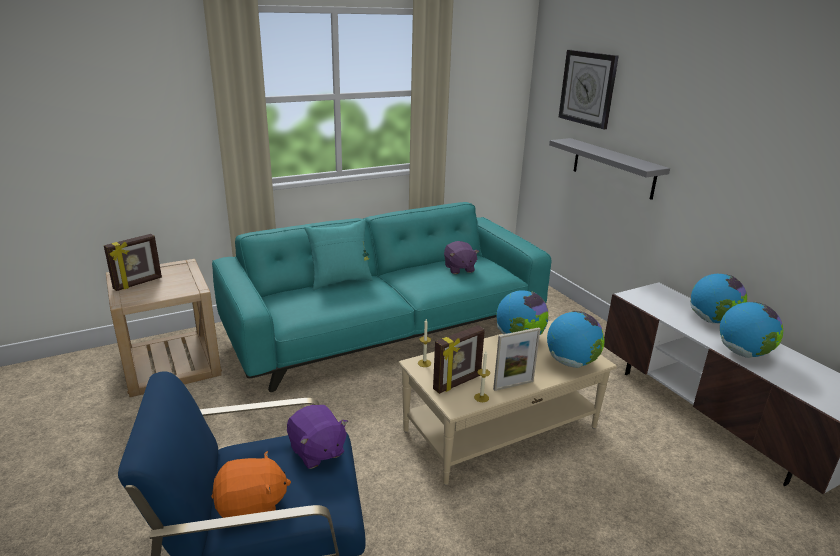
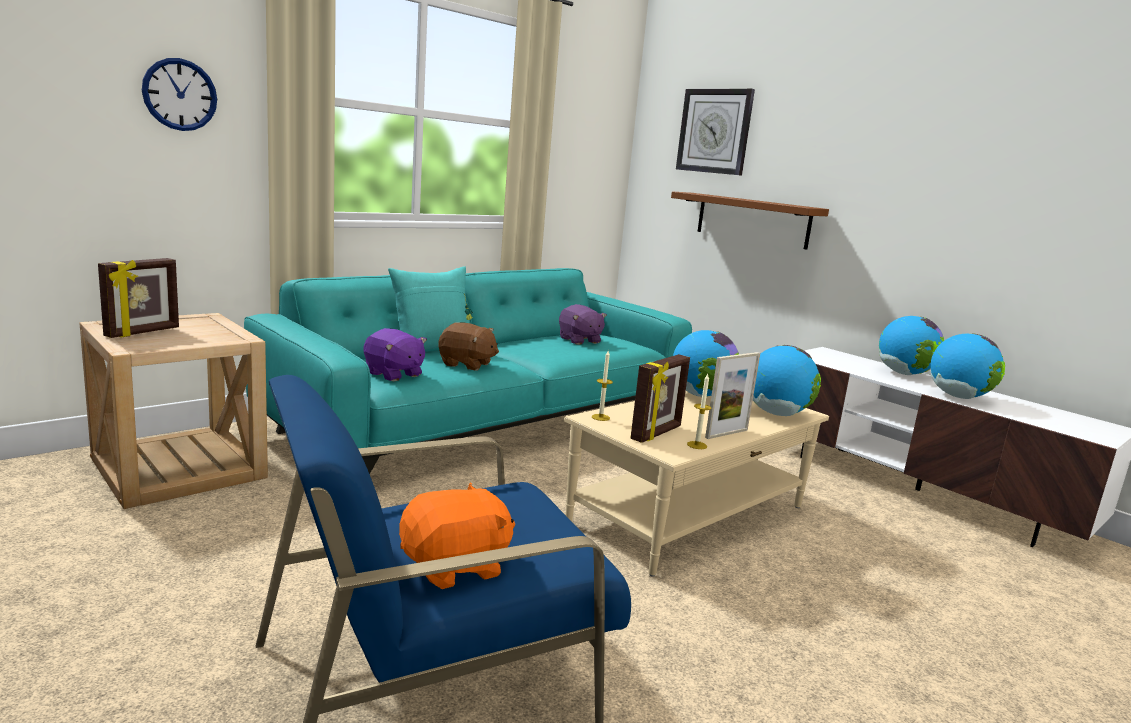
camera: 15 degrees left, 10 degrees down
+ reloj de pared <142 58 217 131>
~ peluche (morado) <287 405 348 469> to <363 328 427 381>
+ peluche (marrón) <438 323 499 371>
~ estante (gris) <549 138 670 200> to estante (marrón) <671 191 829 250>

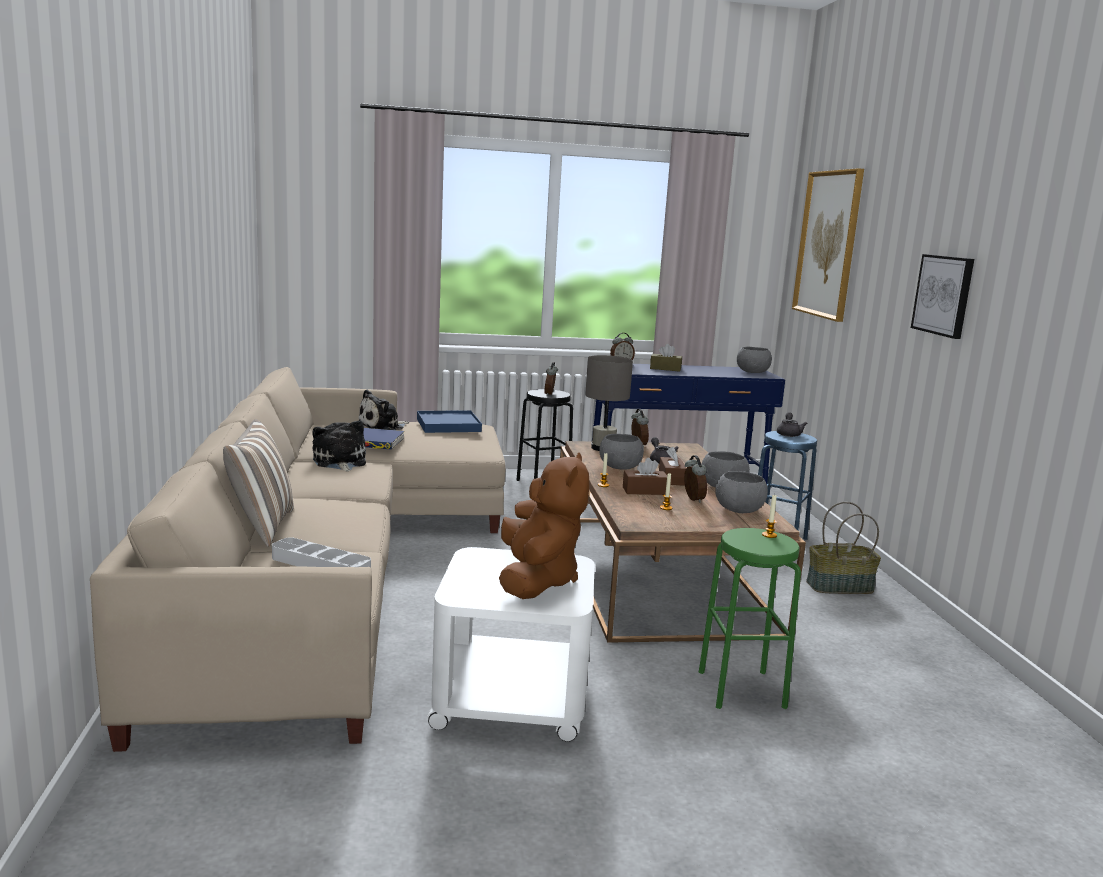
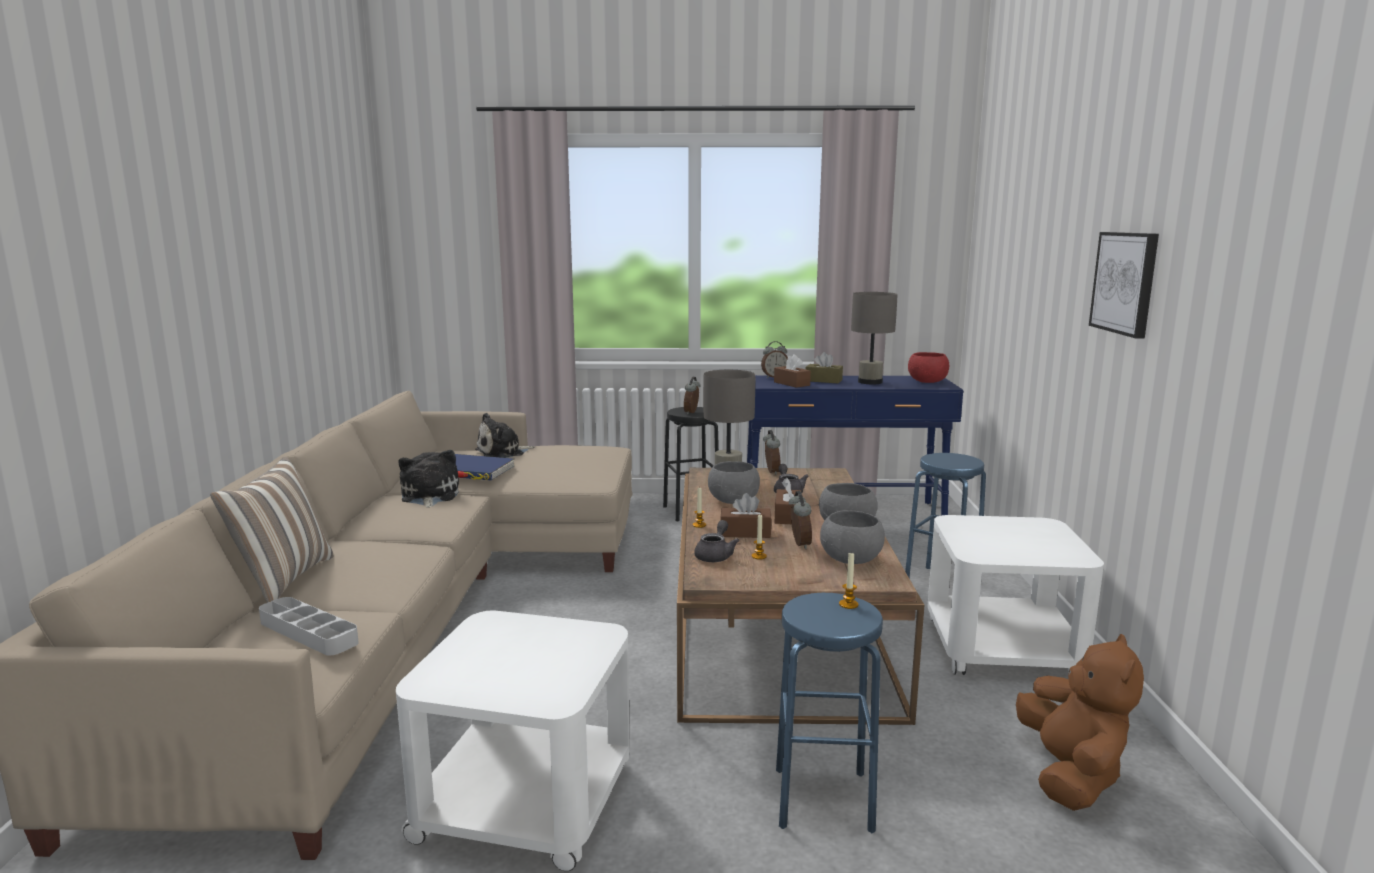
camera: 10 degrees right, 0 degrees up
~ tetera (gris) <777 412 807 437> to <694 520 739 562>
+ caja de pañuelos (marrón) <774 354 811 388>
~ taburete (verde) <699 528 801 709> to taburete (azul) <776 593 883 833>
+ lámpara de mesa (gris) <851 292 897 384>
~ cuenco (gris) <737 347 772 373> to cuenco (rojo) <908 352 949 383>
~ cesta <806 502 881 594> to mesa auxiliar (blanco) <927 515 1104 675>
~ peluche (marrón) <499 452 589 599> to <1016 634 1144 811>
- bandeja (azul) <417 410 482 433>
- cuadro <792 168 864 322>

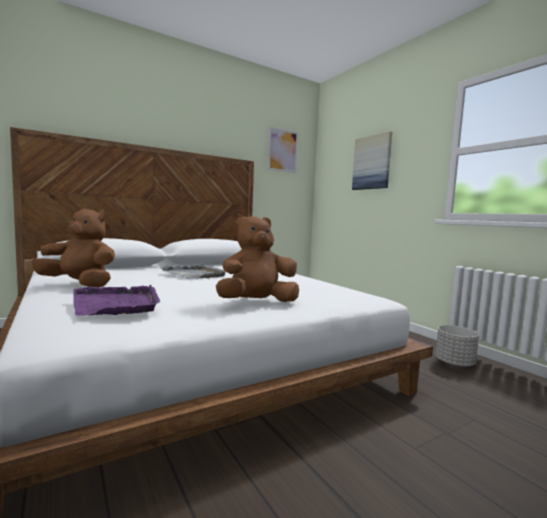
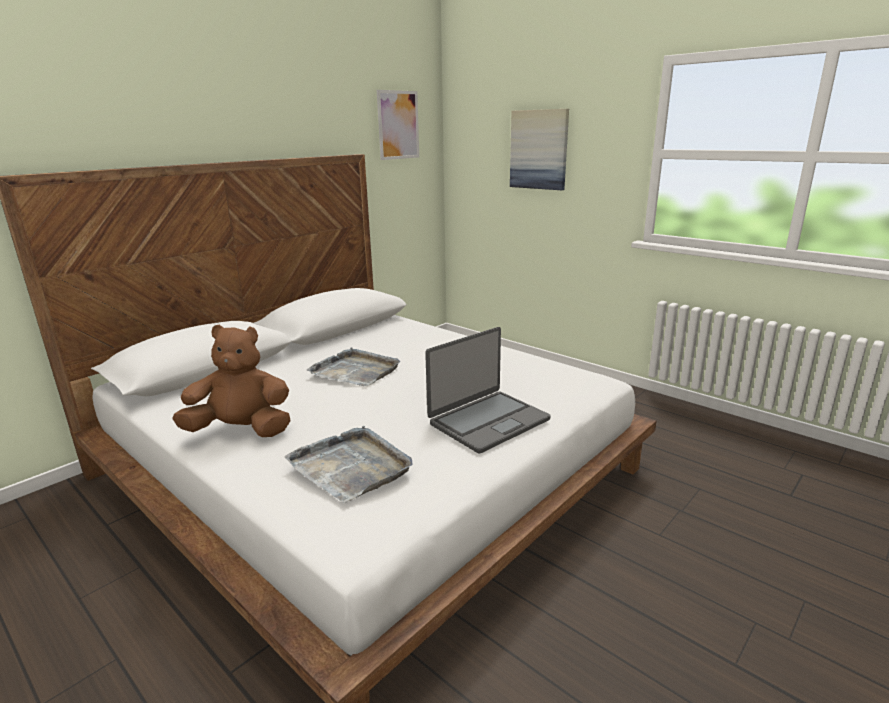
camera: 15 degrees left, 15 degrees up
~ bandeja (morado) <73 285 160 316> to bandeja (gris) <285 426 413 503>
~ peluche (marrón) <216 214 299 302> to portátil <425 327 550 454>
- maceta (gris) <435 325 479 367>

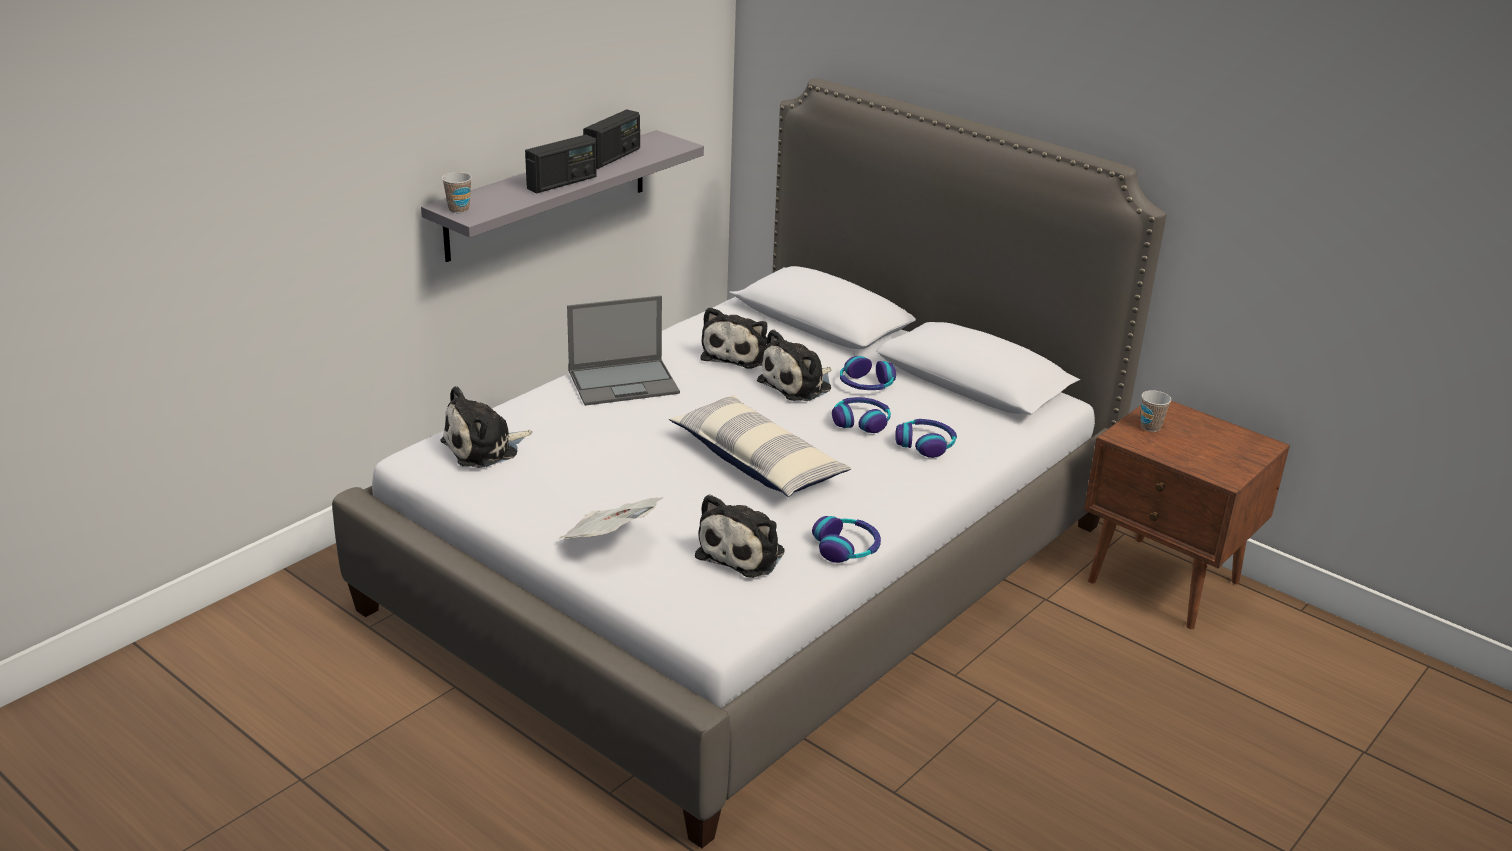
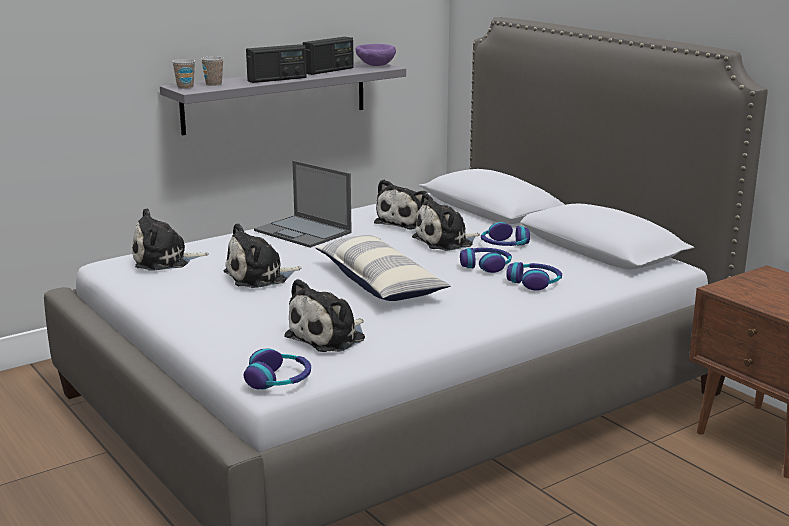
camera: 15 degrees right, 10 degrees down
~ taza <1141 390 1171 432> to <201 56 224 86>
+ peluche <224 223 302 288>
~ auriculares <812 516 881 563> to <244 349 311 389>
~ portátil <567 296 680 406> = <254 160 352 248> 45 degrees clockwise
+ cuenco (morado) <356 44 396 66>
- periódico <560 497 664 539>

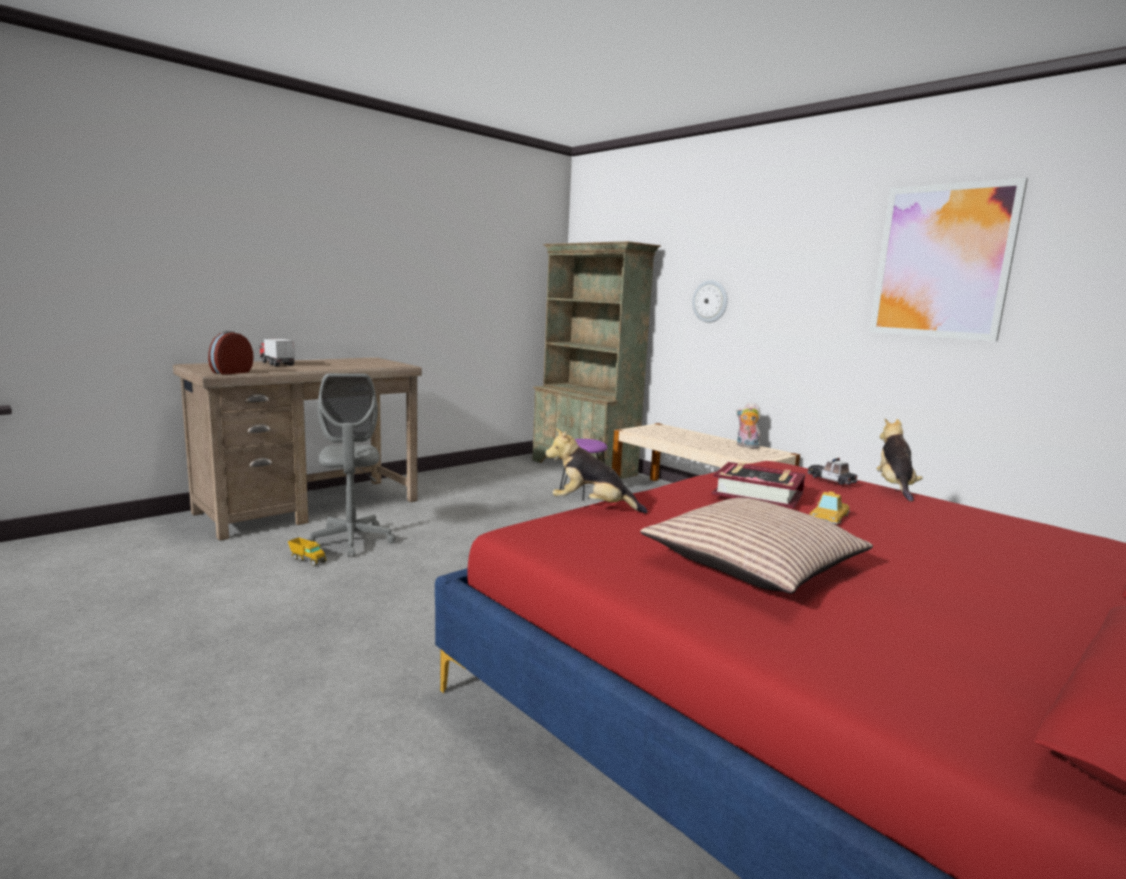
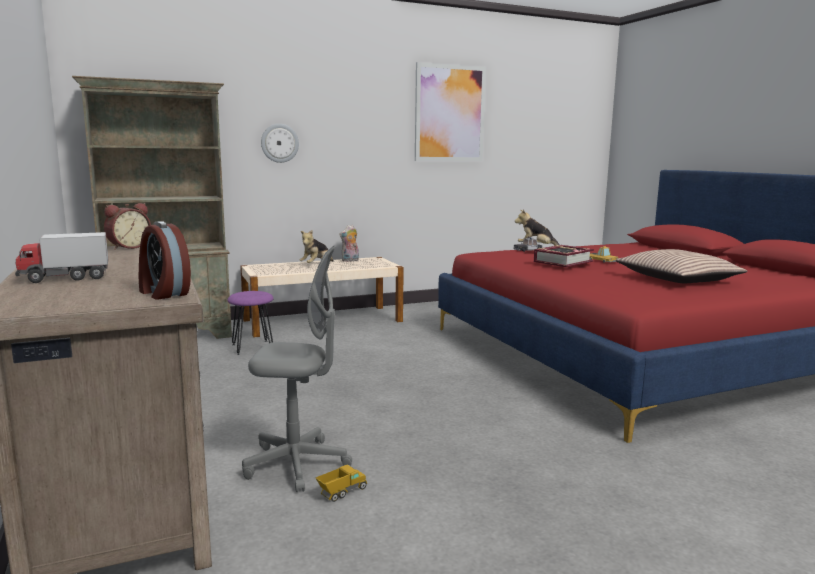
camera: 70 degrees left, 0 degrees up
+ despertador <104 203 151 250>
~ peluche <545 428 647 514> to <299 230 334 263>

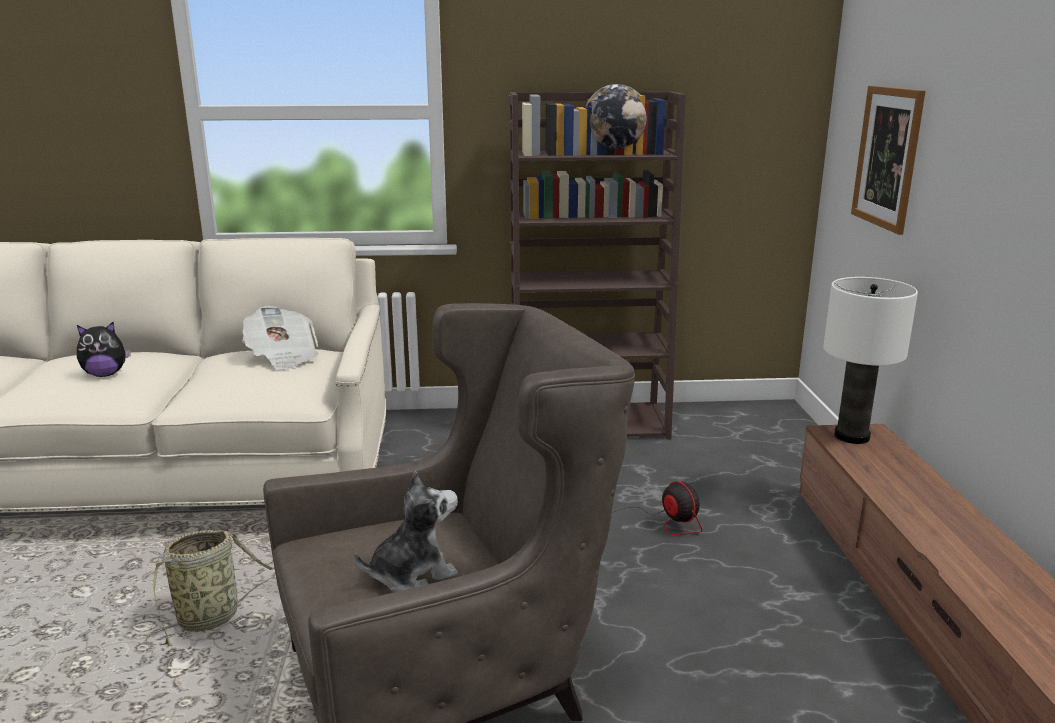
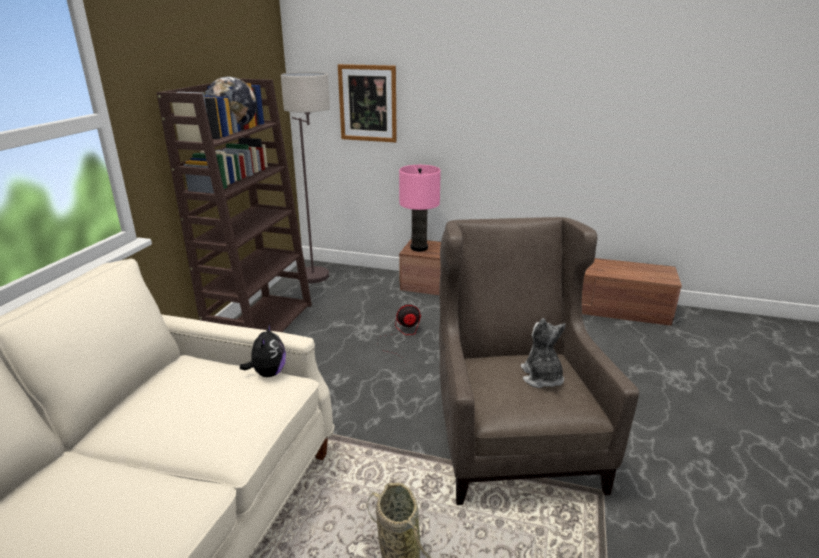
camera: 70 degrees left, 5 degrees up
~ peluche <77 322 131 377> to <240 324 286 377>
+ lámpara de pie (gris) <281 72 330 283>
~ lámpara de mesa (blanco) <823 277 918 444> to lámpara de mesa (rosa) <399 165 441 251>
- periódico <242 306 319 370>

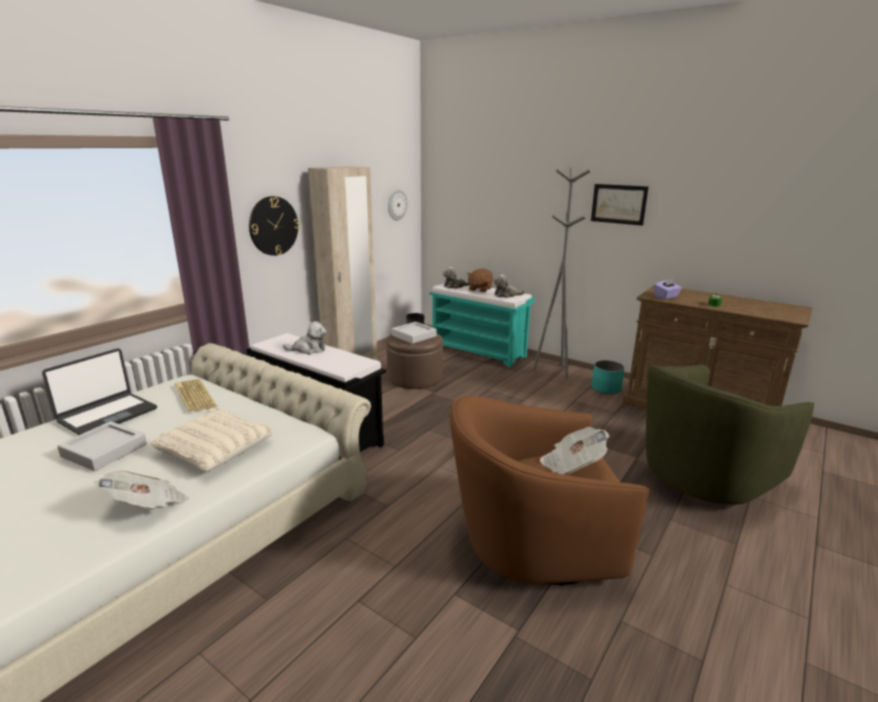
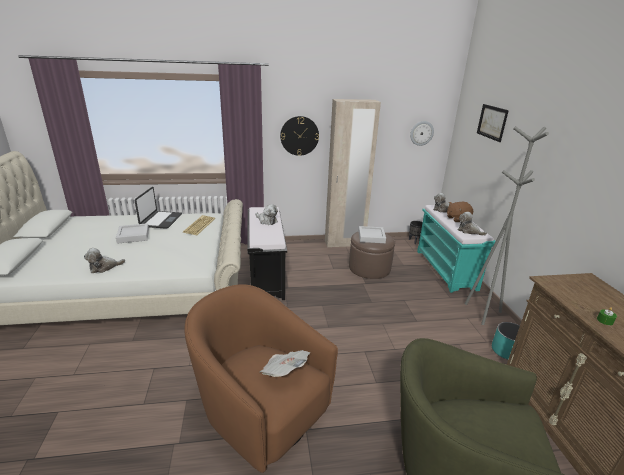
camera: 45 degrees right, 5 degrees up
~ periódico <94 470 189 509> to peluche <84 248 125 273>
~ portátil <42 348 157 435> = <135 187 182 229> 75 degrees counterclockwise
~ cuadro <591 184 649 226> to <477 104 509 142>
- cojín (beis) <150 408 273 472>
- caja de pañuelos (morado) <654 278 682 300>

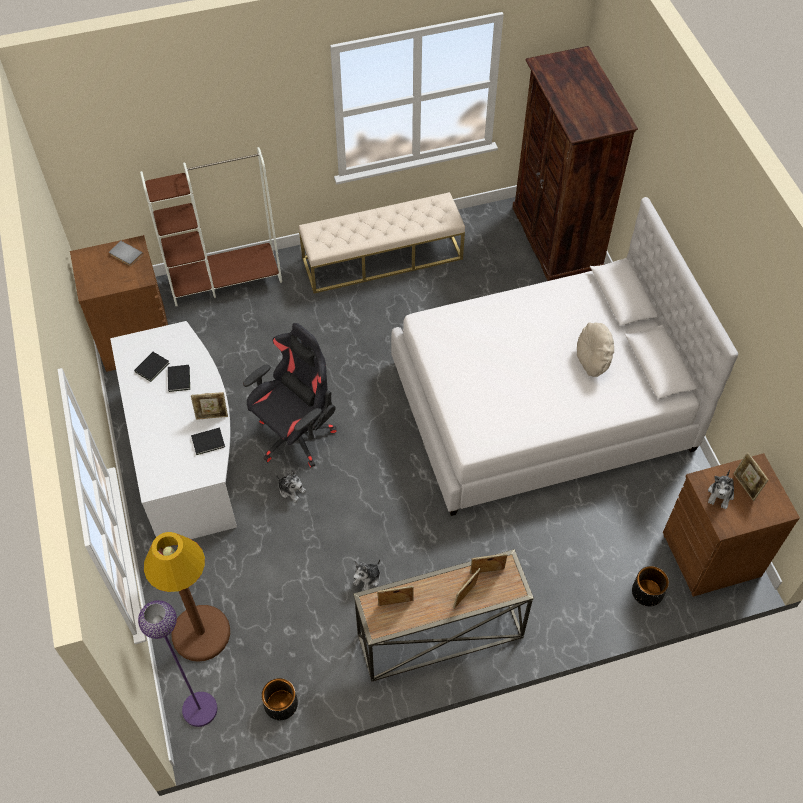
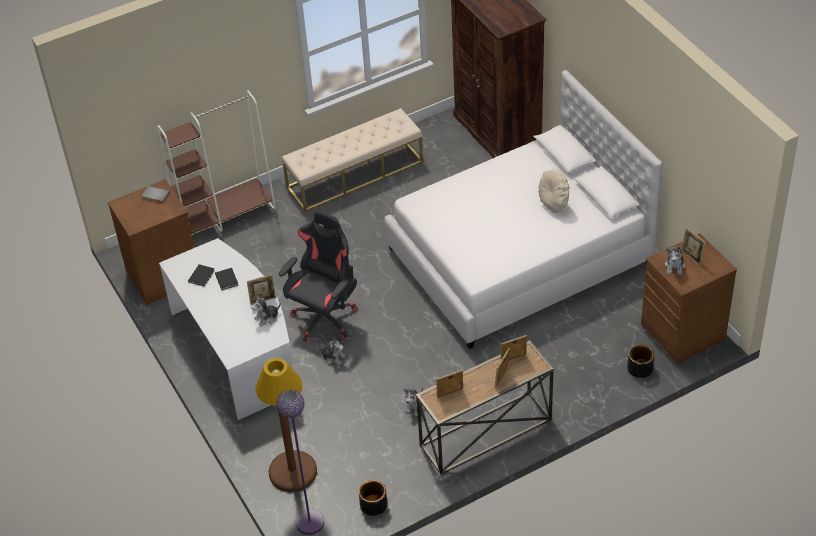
camera: 10 degrees left, 10 degrees down
~ libro (negro) <191 427 225 455> to peluche <251 295 281 327>

